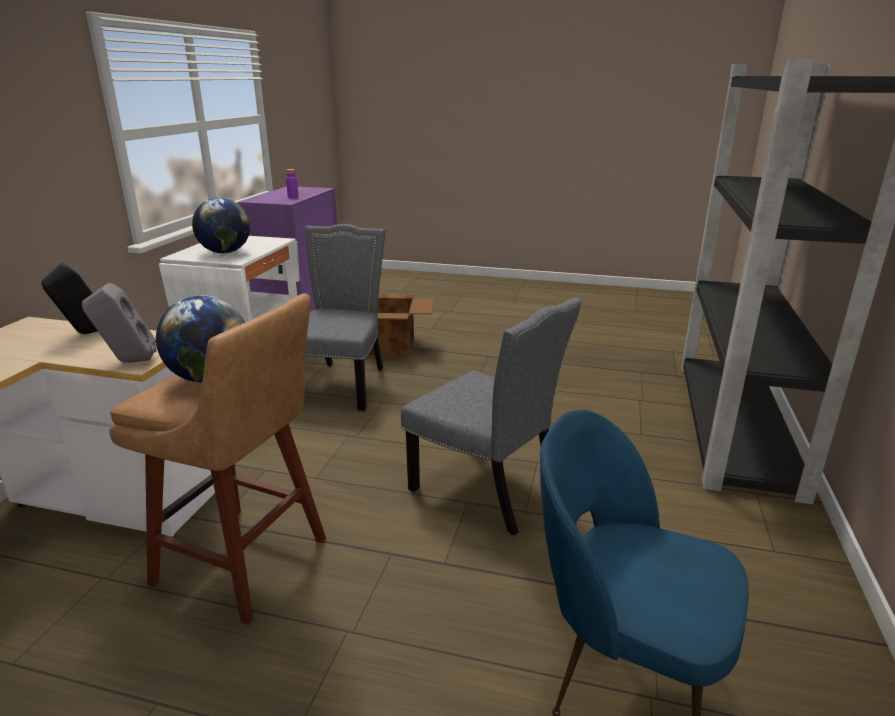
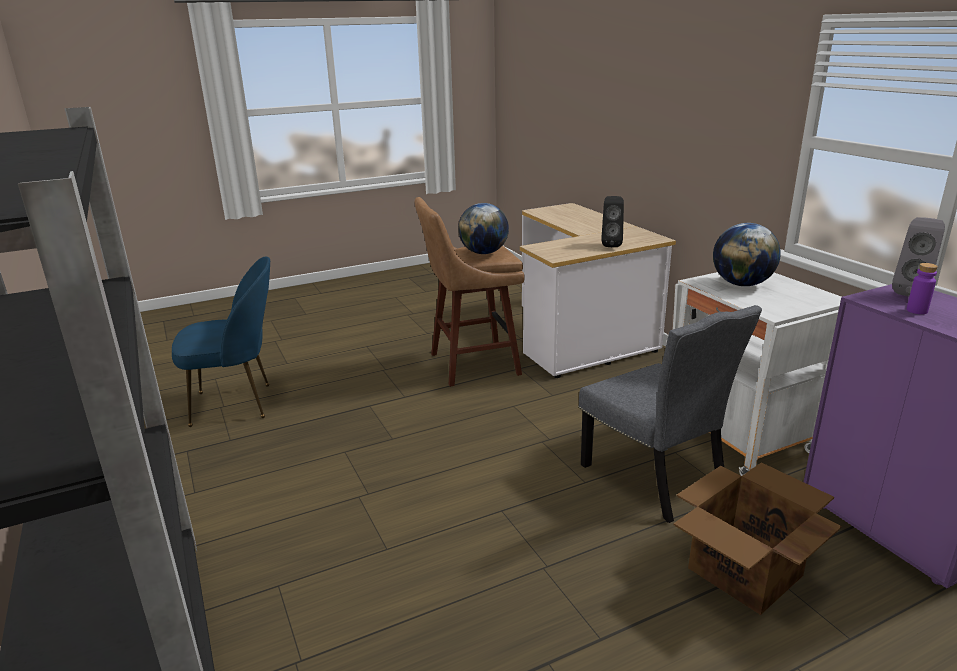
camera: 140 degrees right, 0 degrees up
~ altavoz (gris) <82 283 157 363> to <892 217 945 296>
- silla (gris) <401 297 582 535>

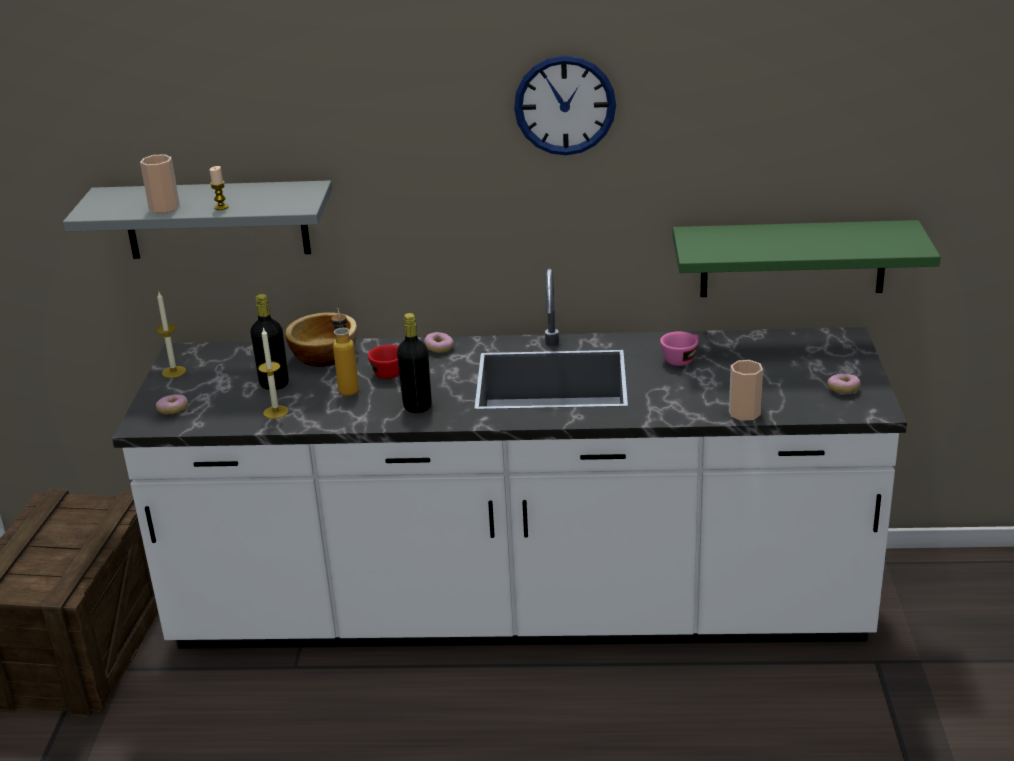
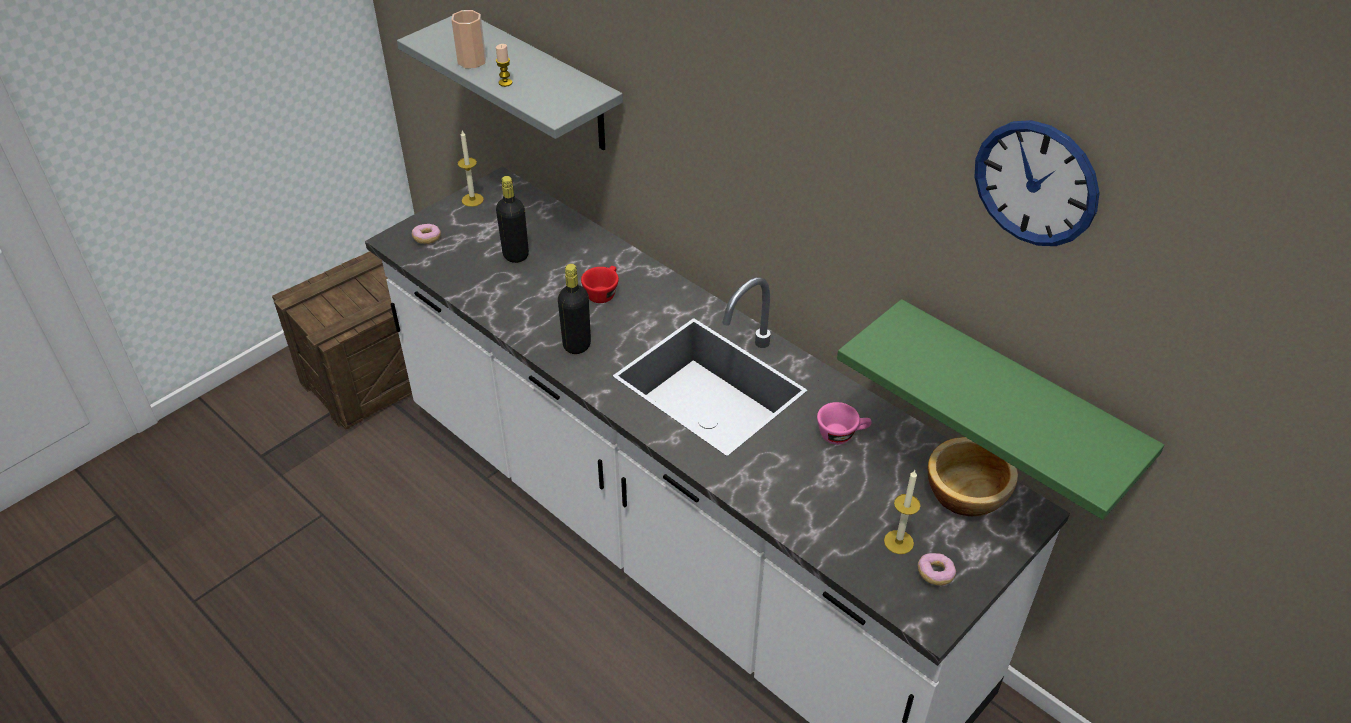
camera: 40 degrees right, 15 degrees up
~ vela <258 327 289 419> to <884 470 921 554>
~ cuenco <285 312 357 367> to <927 437 1018 516>
~ reloj de pared <514 55 616 155> to <975 120 1099 246>
- botella <331 308 359 396>
- rosquilla <424 332 454 353>
- taza <729 360 763 421>

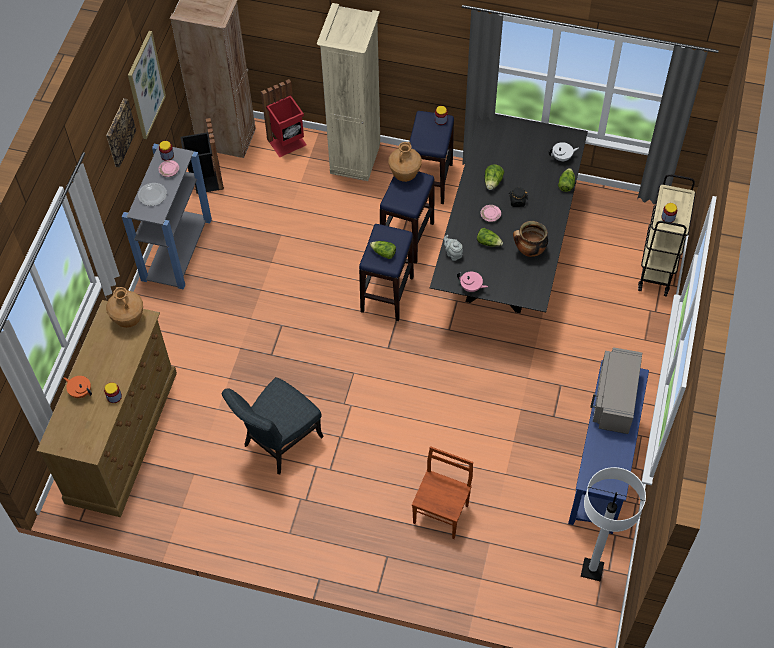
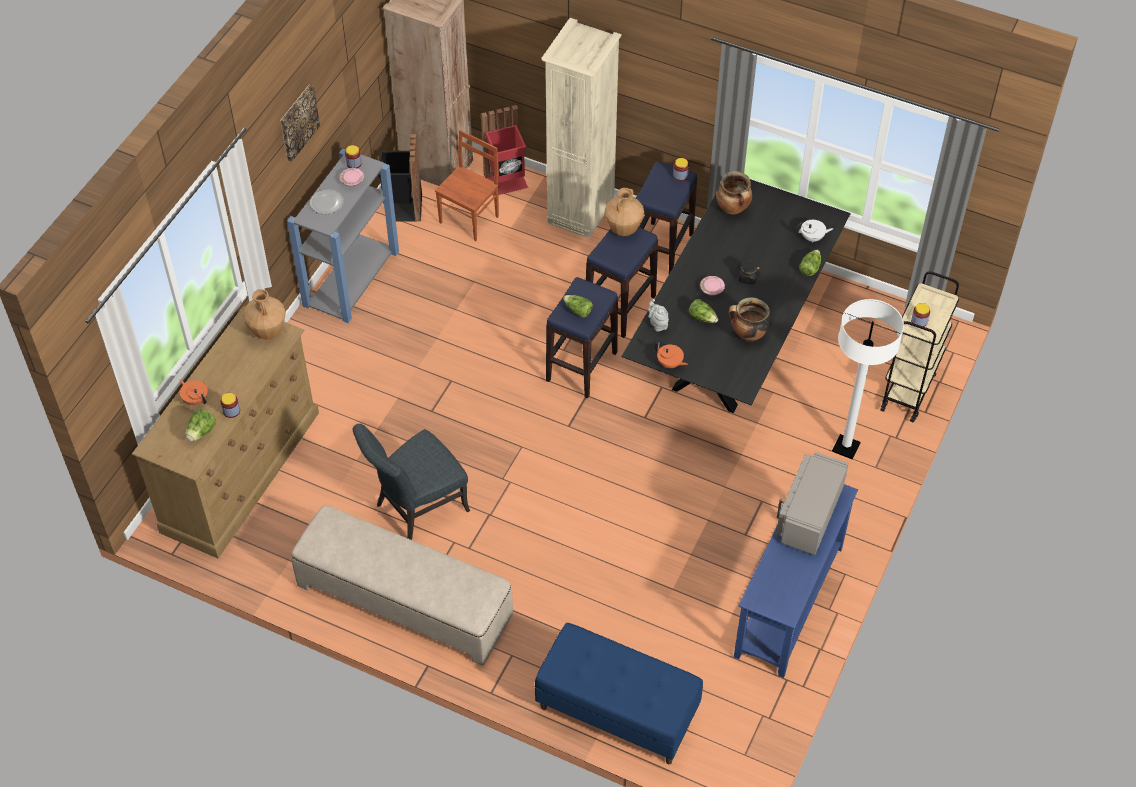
camera: 10 degrees right, 5 degrees down
~ lechuga <484 164 504 190> to <185 409 216 441>
+ banco (beis) <291 505 513 666>
~ silla (marrón) <412 446 473 539> to <435 130 499 241>
+ banco (azul) <535 623 703 764>
~ tetera (rosa) <457 272 488 292> to tetera (naranja) <655 342 688 368>
+ olla <716 171 752 215>
~ lámpara de pie (blanco) <581 467 646 581> to <832 299 904 459>
- cuadro <128 31 166 139>

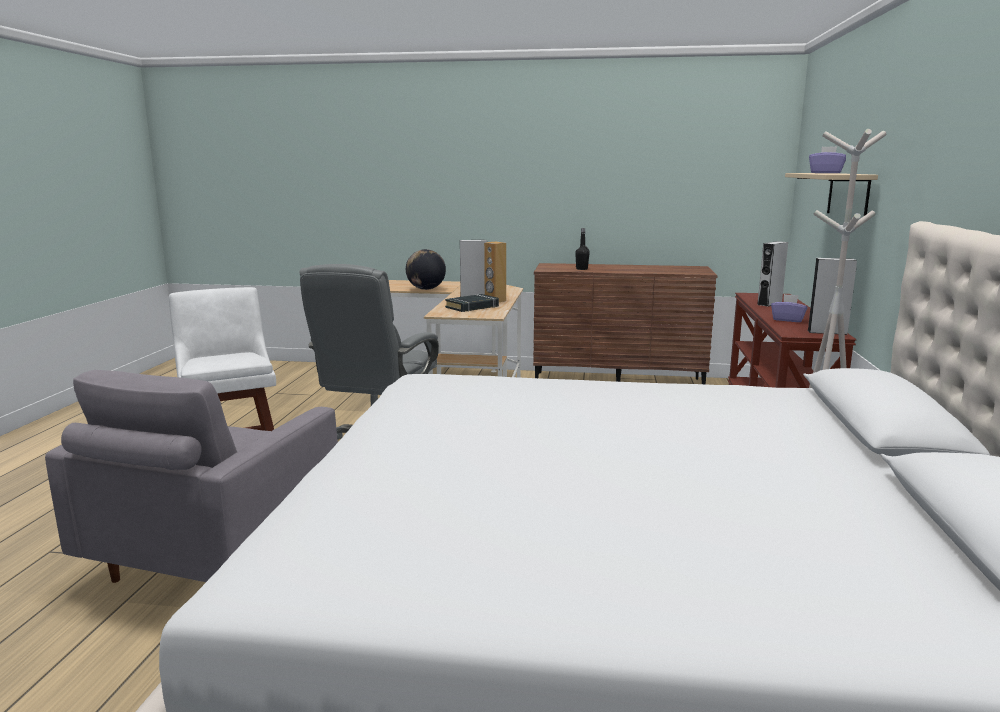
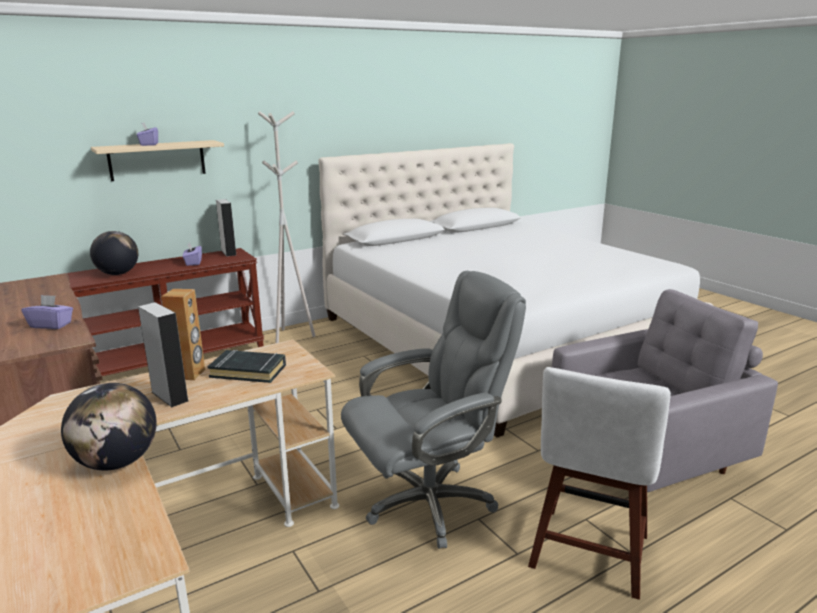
camera: 130 degrees left, 5 degrees up
~ botella (negro) <575 228 590 270> to caja de pañuelos (morado) <22 295 73 329>
~ altavoz (gris) <757 241 788 307> to globo terráqueo <90 231 138 275>

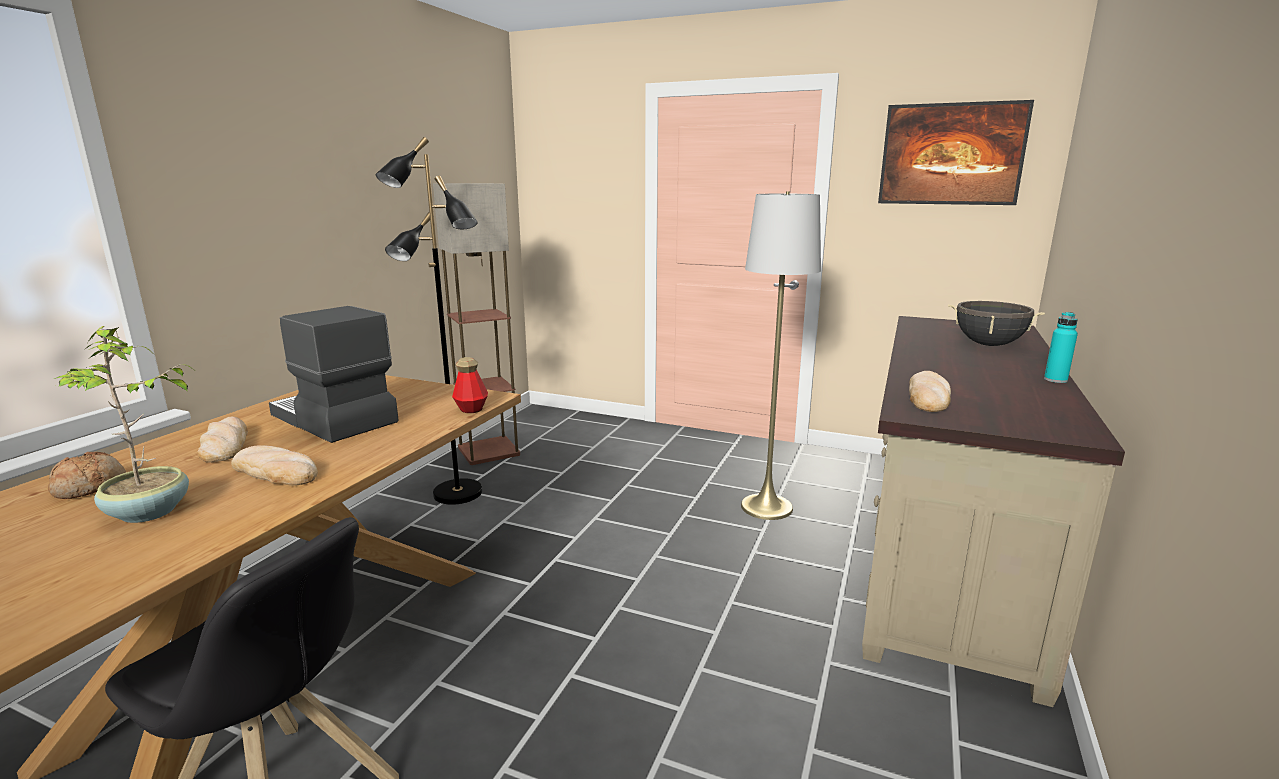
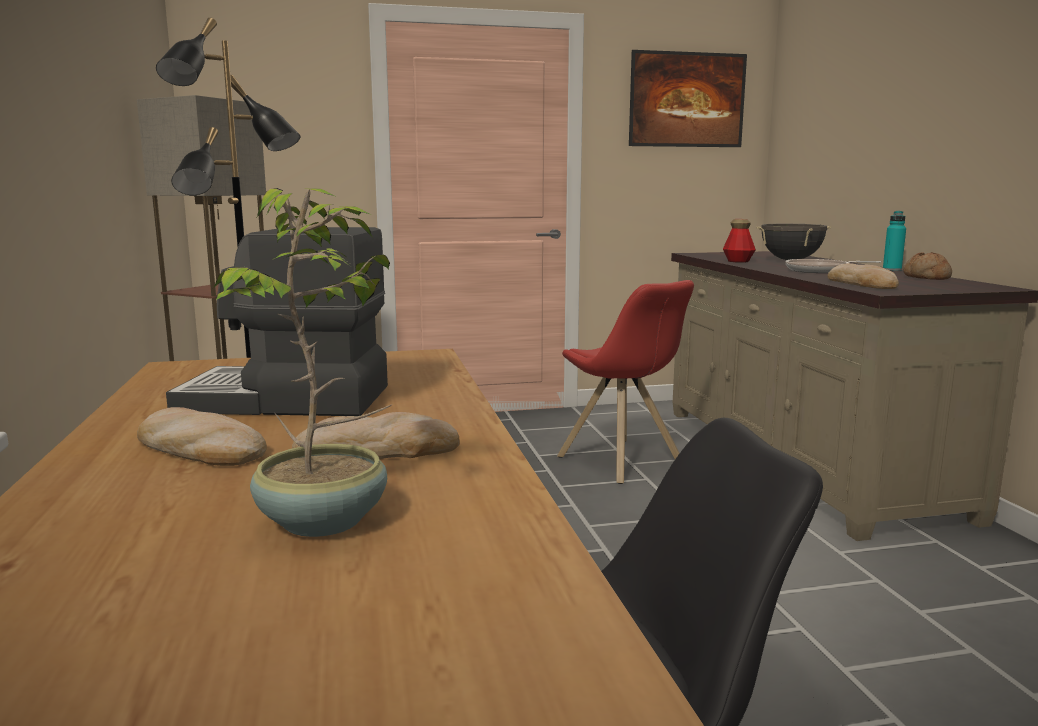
camera: 35 degrees left, 5 degrees down
~ lámpara de pie (gris) <741 192 821 520> to silla (rojo) <557 280 694 484>
~ botella <452 357 488 413> to <723 219 756 263>
+ sartén <786 259 881 273>
~ pan <48 452 126 499> to <903 252 952 280>

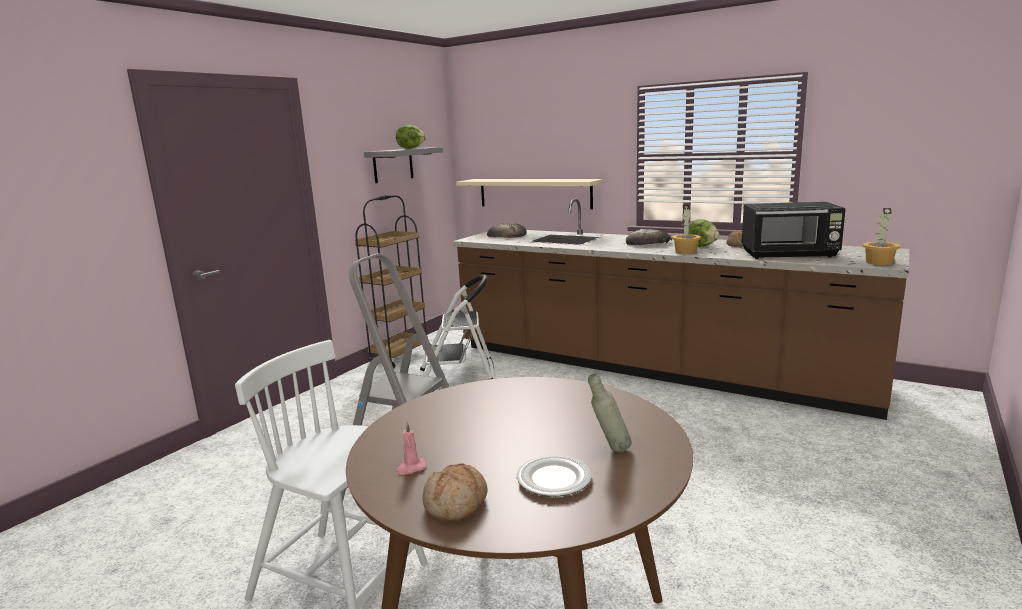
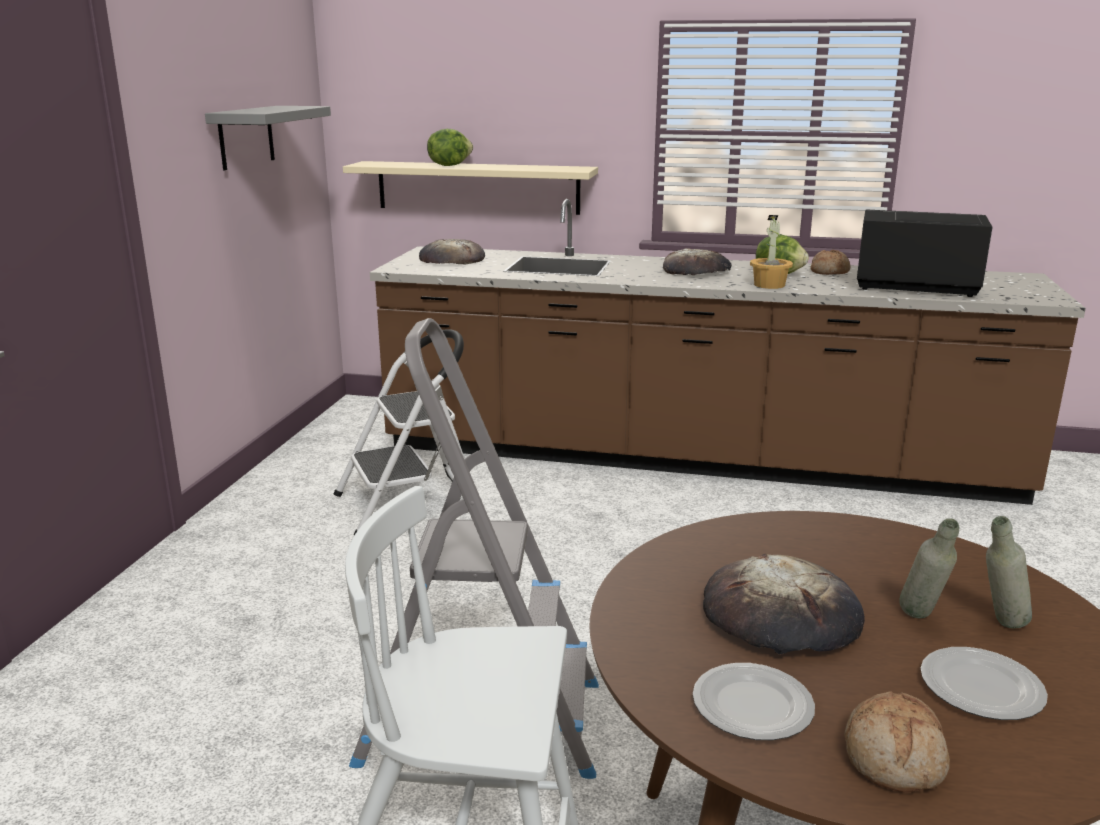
camera: 20 degrees left, 5 degrees up
~ lechuga <396 125 426 149> to <427 129 473 166>
~ vela (rosa) <395 422 426 475> to plato <693 663 815 740>
+ pan <703 554 865 654>
~ microondas (negro) <742 202 846 259> = <857 209 992 297> 150 degrees counterclockwise
+ botella (gris) <899 518 959 619>
- carrito (marrón) <355 195 431 368>
- planta en maceta <863 208 900 265>

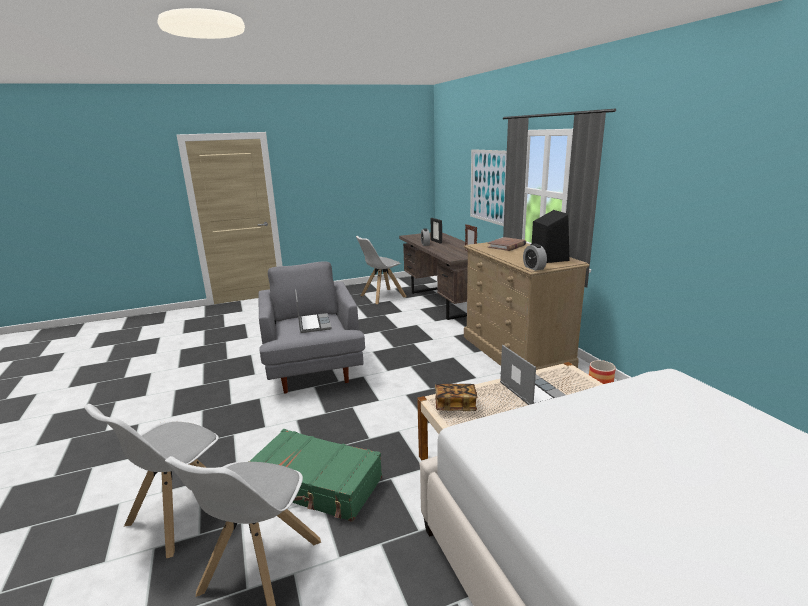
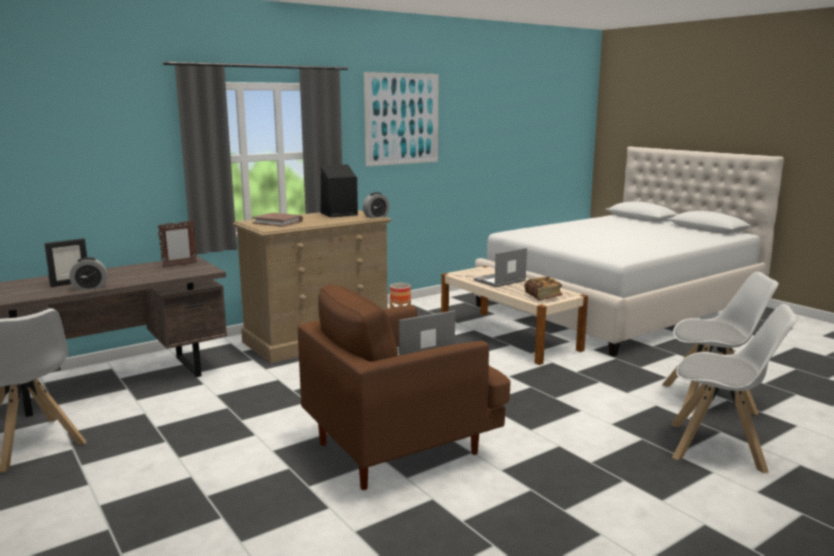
camera: 105 degrees left, 5 degrees down
~ sillón (gris) <259 261 365 393> to sillón (marrón) <298 284 510 490>
~ cuadro <470 149 507 226> to <364 72 439 166>
- maleta (verde) <248 429 382 522>

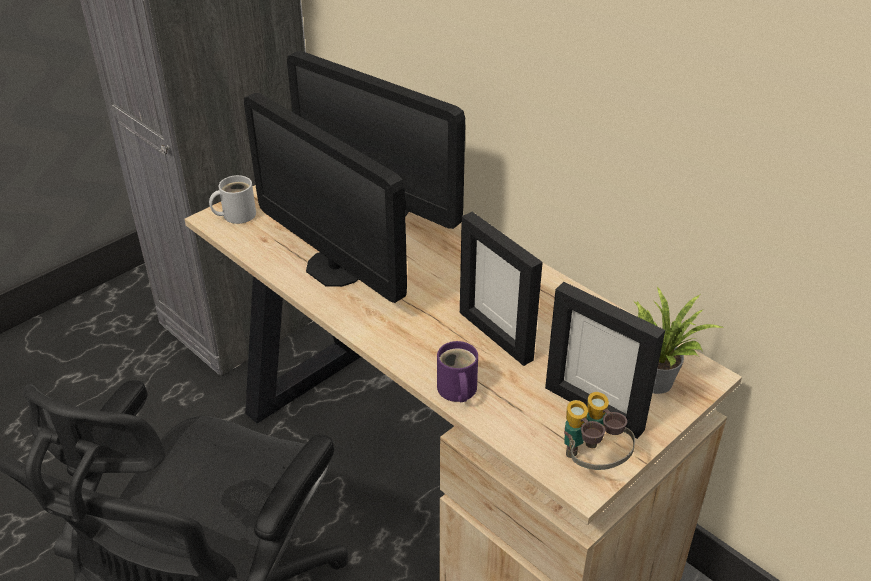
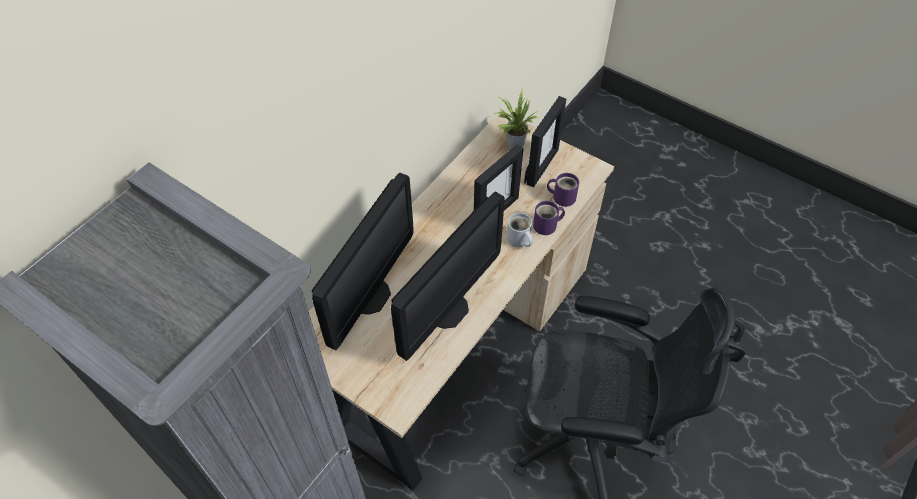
camera: 100 degrees left, 15 degrees up
~ taza grande (blanco) <209 175 256 224> to <507 213 533 247>
+ taza grande (morado) <547 173 579 207>
- prismáticos <564 392 635 470>

